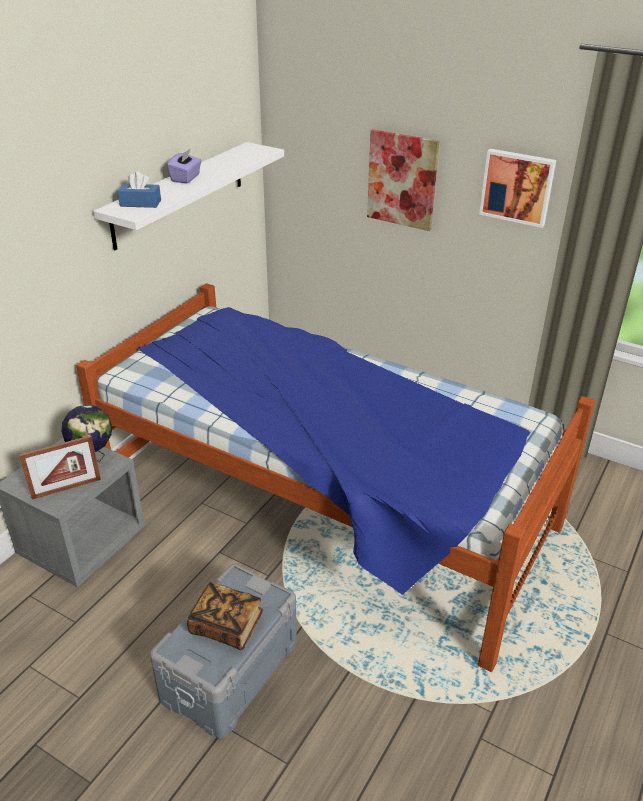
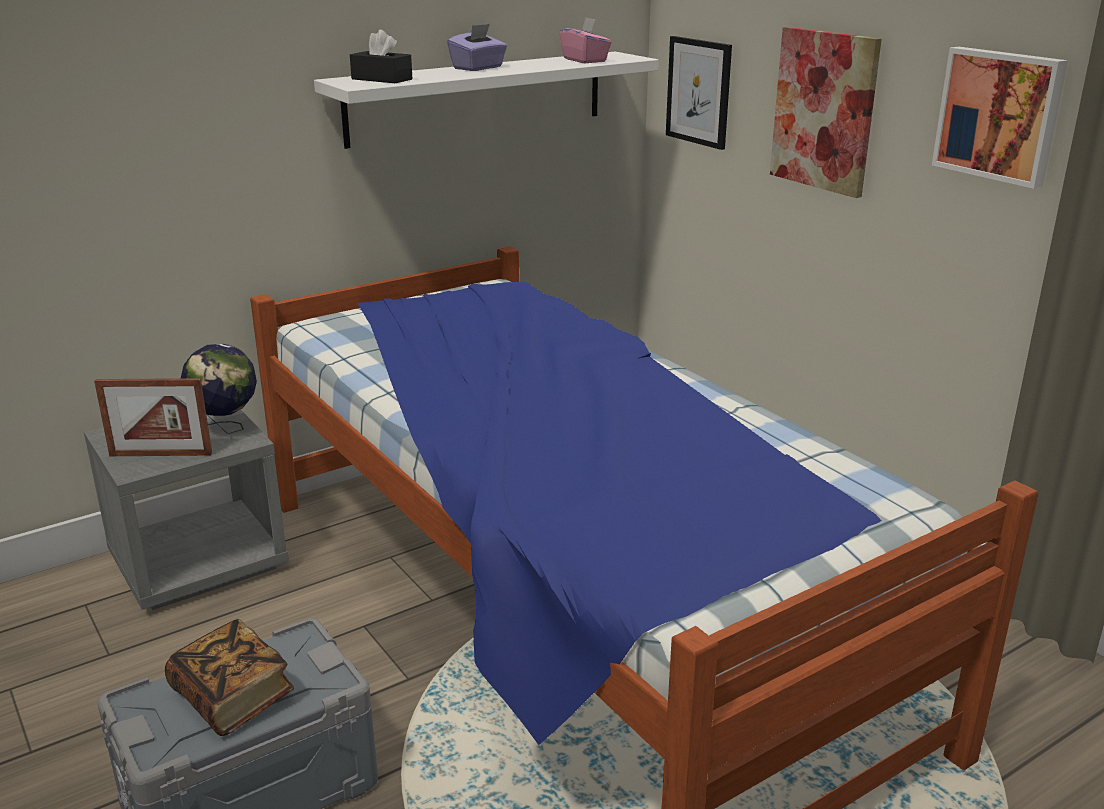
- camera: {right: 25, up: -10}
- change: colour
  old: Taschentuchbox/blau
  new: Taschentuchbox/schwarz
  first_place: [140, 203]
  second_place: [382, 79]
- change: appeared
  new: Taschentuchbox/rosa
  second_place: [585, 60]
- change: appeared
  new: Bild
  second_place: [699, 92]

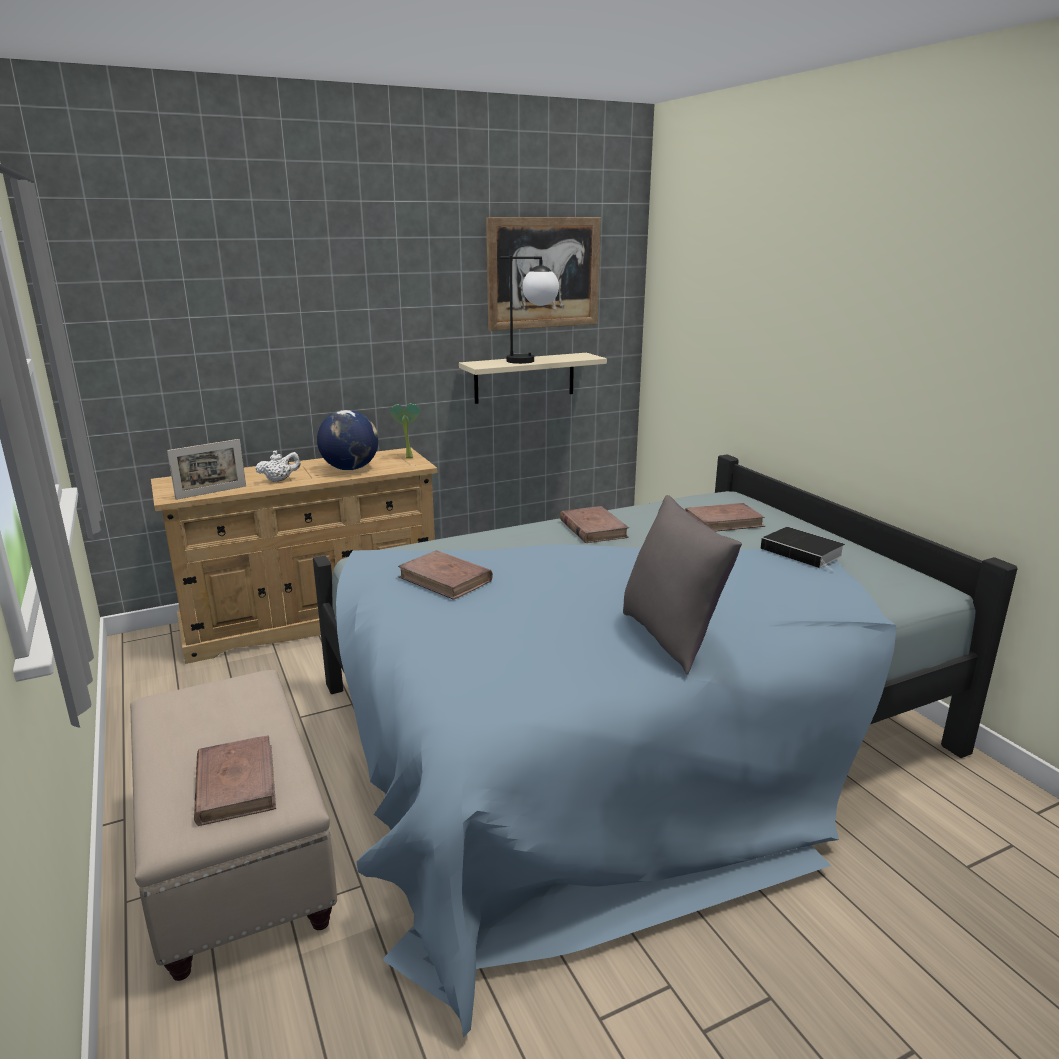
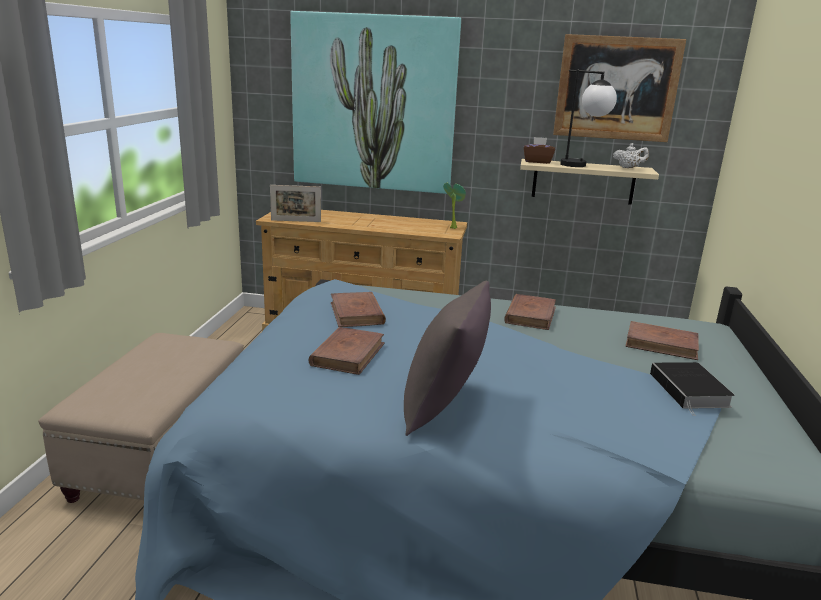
- camera: {right: 35, up: 0}
- change: appeared
  new: Bild
  second_place: [374, 104]
- change: relocated
  old: Buch/braun
  first_place: [236, 784]
  second_place: [348, 354]
- change: appeared
  new: Taschentuchbox/braun
  second_place: [537, 161]
- change: relocated
  old: Teekanne/weiß
  first_place: [279, 480]
  second_place: [628, 168]
- change: missing
  old: Globus
  first_place: [350, 469]

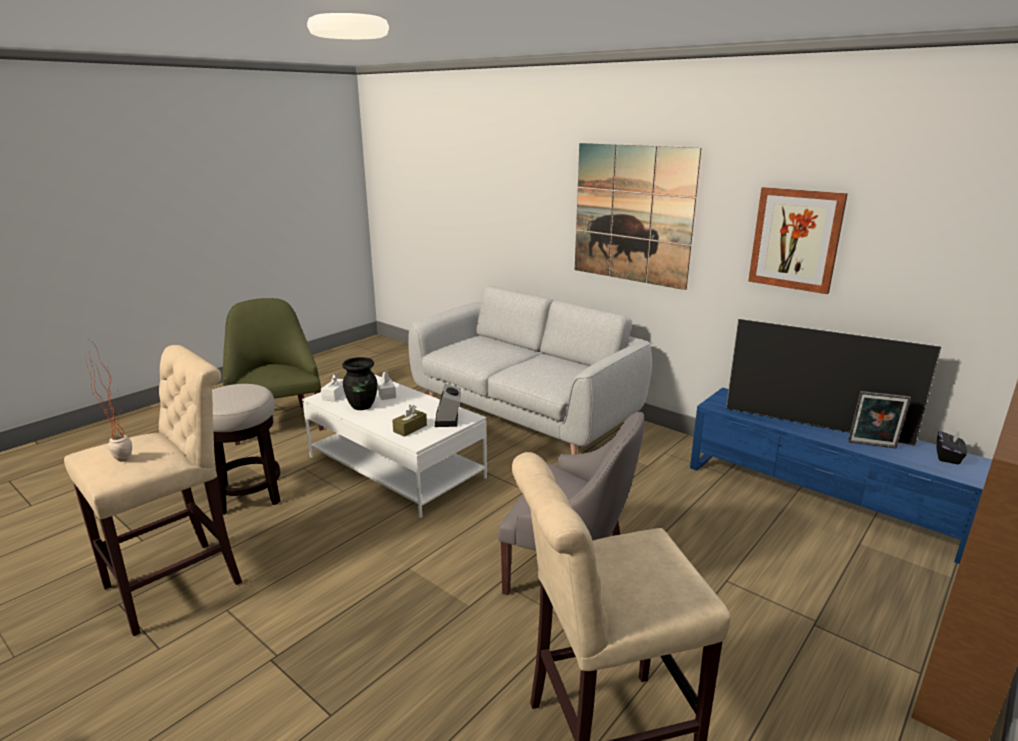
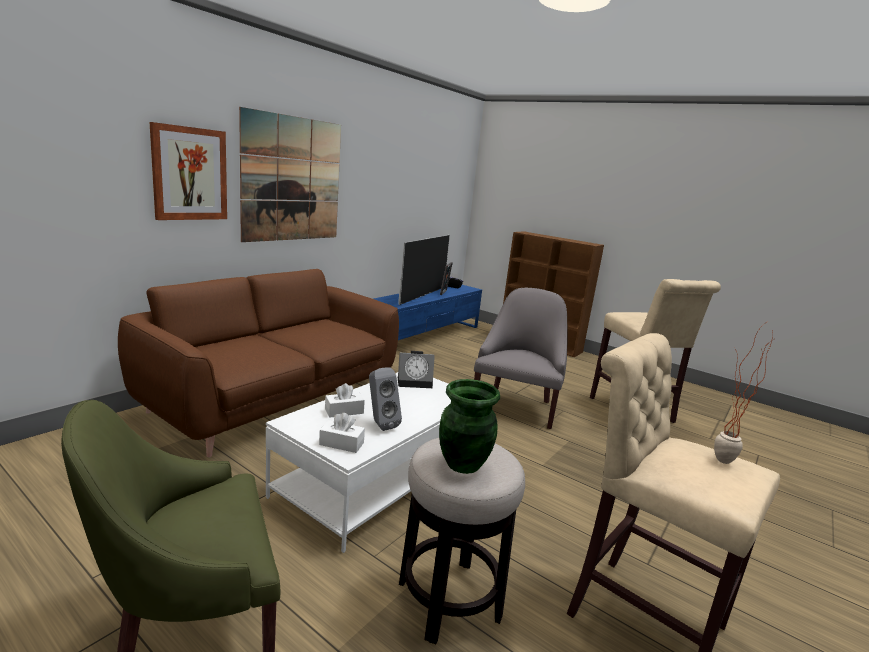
- camera: {right: -95, up: -5}
- change: colour
  old: Sofa/grau
  new: Sofa/braun
  first_place: [525, 414]
  second_place: [273, 401]
- change: relocated
  old: Bild
  first_place: [795, 239]
  second_place: [190, 174]
- change: exchanged
  old: Vase/schwarz
  new: Lautsprecher/grau
  first_place: [362, 406]
  second_place: [380, 424]
- change: appeared
  new: Vase/grün
  second_place: [462, 464]
- change: missing
  old: Taschentuchbox/braun
  first_place: [410, 428]

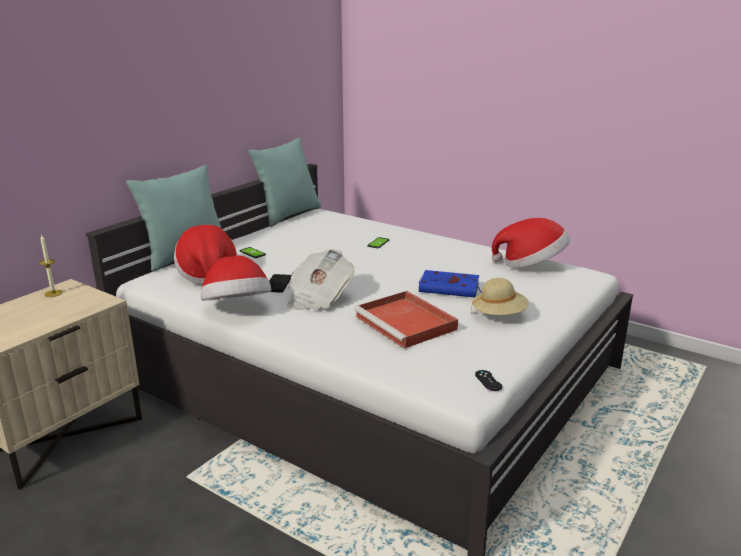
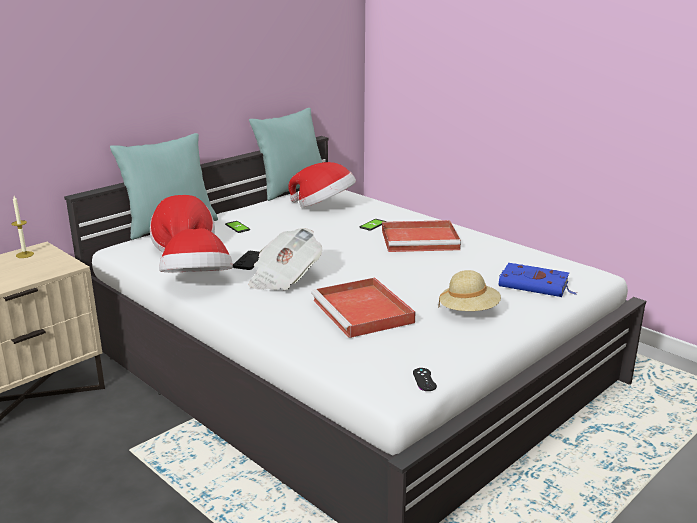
- camera: {right: 10, up: 0}
- change: relocated
  old: Hut
  first_place: [531, 265]
  second_place: [324, 206]
- change: appeared
  new: Tablett/rot
  second_place: [421, 239]
- change: relocated
  old: Buch/blau
  first_place: [451, 288]
  second_place: [535, 285]

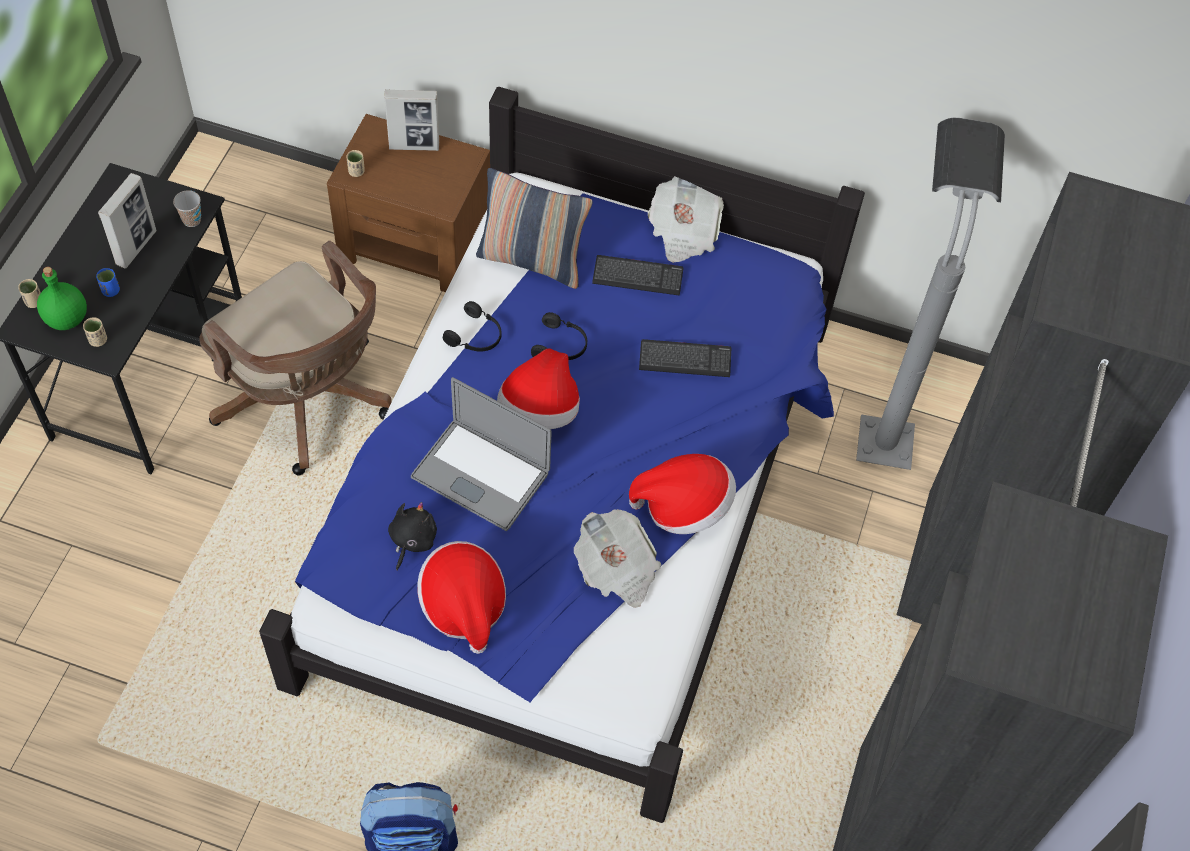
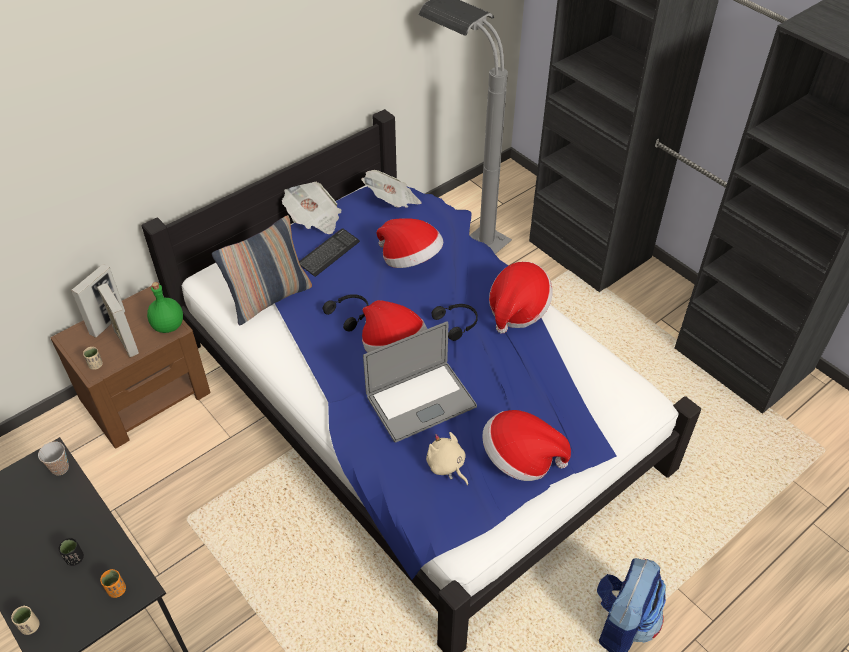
- camera: {right: -55, up: -10}
- change: colour
  old: Tasse/blau
  new: Tasse/schwarz
  first_place: [111, 291]
  second_place: [75, 558]
- change: relocated
  old: Bilderrahmen
  first_place: [136, 247]
  second_place: [126, 342]
- change: colour
  old: Tasse/beige
  new: Tasse/orange
  first_place: [98, 340]
  second_place: [117, 590]
- change: relocated
  old: Flasche/grün
  first_place: [66, 318]
  second_place: [168, 326]
- change: relocated
  old: Zeitung
  first_place: [616, 570]
  second_place: [392, 201]
- change: exchanged
  old: Tastatur
  new: Hut
  first_place: [685, 360]
  second_place: [410, 259]
- change: colour
  old: Plüschtier/schwarz
  new: Plüschtier/beige
  first_place: [412, 540]
  second_place: [446, 466]
- change: relocated
  old: Kopfhörer/schwarz
  first_place: [476, 336]
  second_place: [457, 323]
- change: missing
  old: Bürostuhl/braun
  first_place: [308, 403]

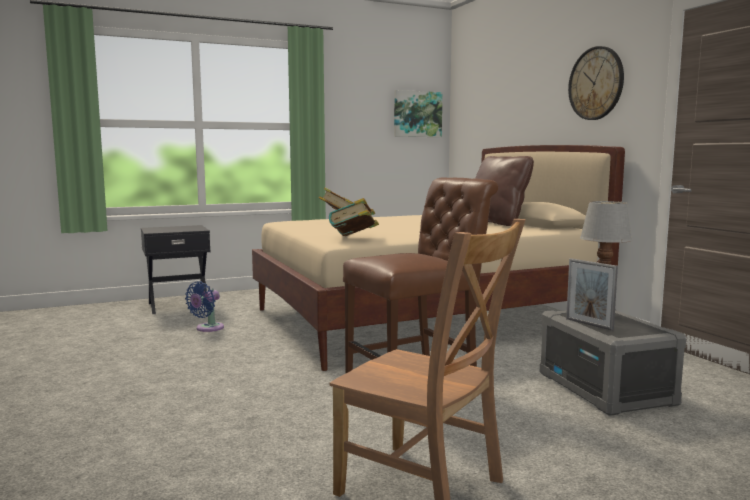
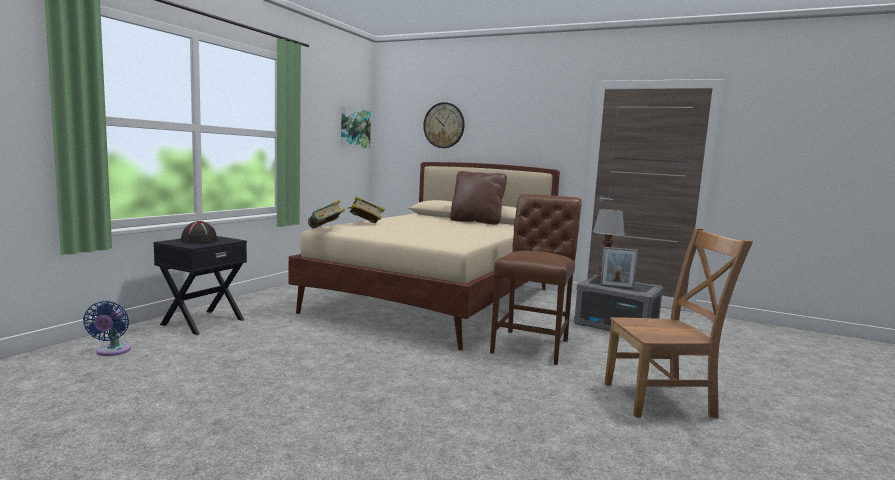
- camera: {right: -40, up: 0}
- change: relocated
  old: Ventilator/blau
  first_place: [207, 328]
  second_place: [112, 351]
- change: appeared
  new: Hut/schwarz
  second_place: [199, 240]
- change: relocated
  old: Buch
  first_place: [354, 238]
  second_place: [325, 229]
- change: relocated
  old: Wanduhr
  first_place: [596, 83]
  second_place: [444, 125]

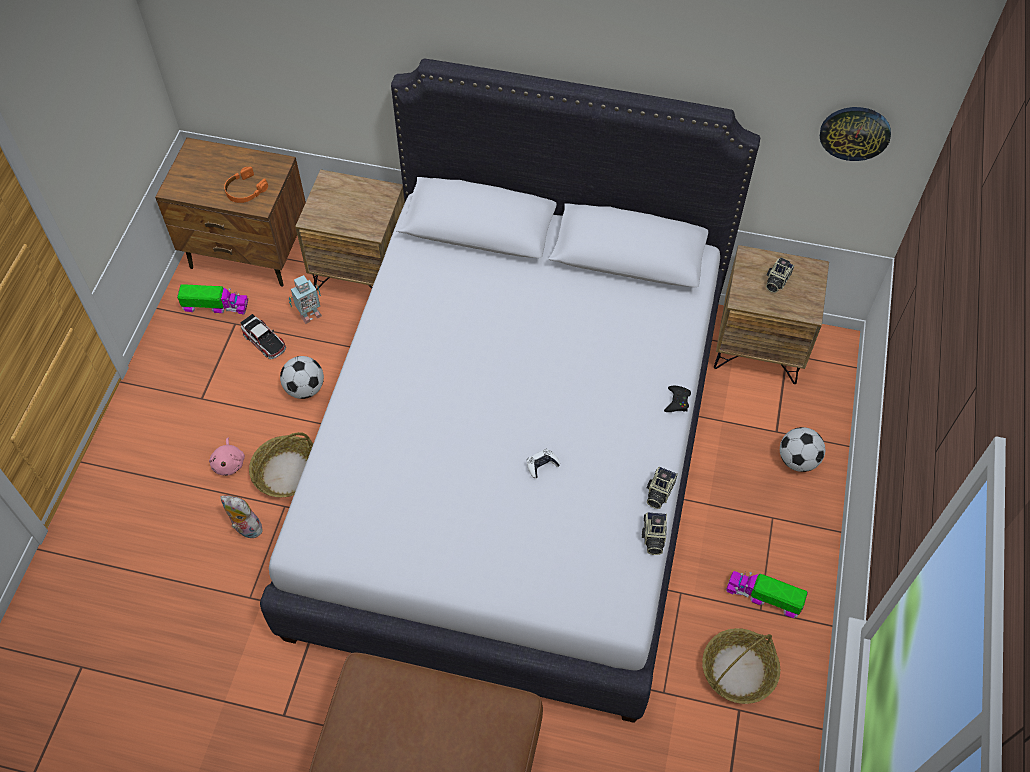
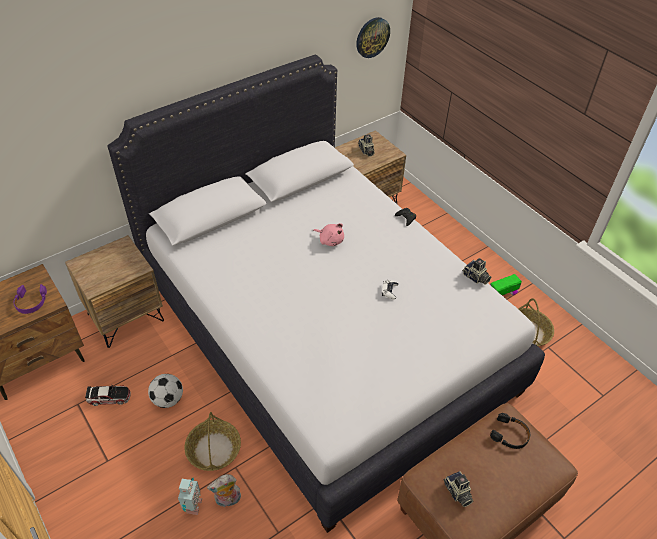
- camera: {right: -50, up: -10}
- change: colour
  old: Kopfhörer/orange
  new: Kopfhörer/lila
  first_place: [245, 190]
  second_place: [31, 302]
- change: relocated
  old: Spielzeugroboter
  first_place: [309, 315]
  second_place: [192, 506]
- change: relocated
  old: Plüschtier/rosa
  first_place: [229, 463]
  second_place: [330, 240]
- change: relocated
  old: Kamera
  first_place: [658, 492]
  second_place: [457, 493]
- change: appeared
  new: Kopfhörer/schwarz
  second_place: [510, 435]
- change: missing
  old: Spielzeuglaster
  first_place: [215, 306]
- change: missing
  old: Fußball
  first_place: [797, 460]

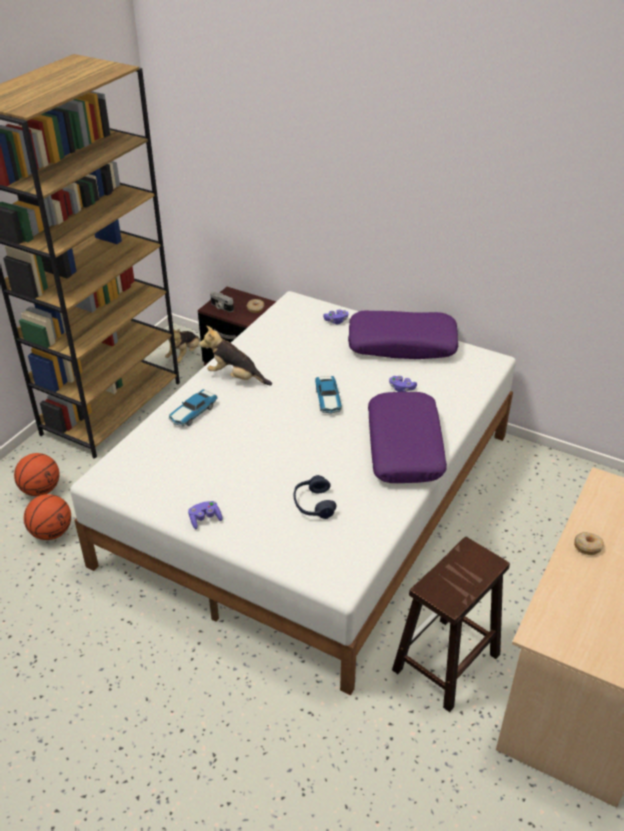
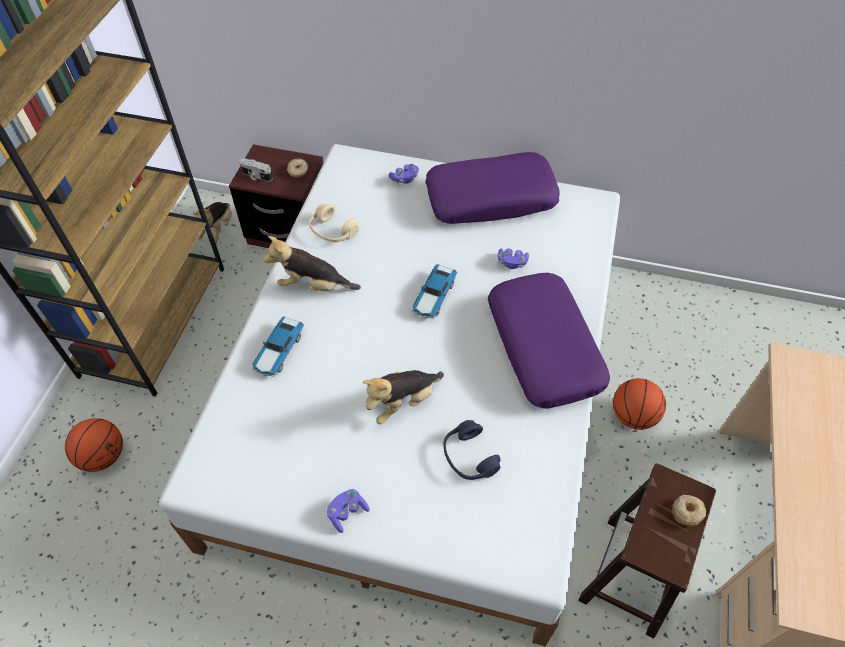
- camera: {right: -15, up: 15}
- change: appeared
  new: Kopfhörer/beige
  second_place: [332, 231]
- change: appeared
  new: Plüschtier
  second_place: [403, 402]
- change: spun
  old: Spielzeugauto
  first_place: [328, 400]
  second_place: [434, 297]
  degrees: 45
- change: relocated
  old: Basketball
  first_place: [51, 532]
  second_place: [632, 416]
- change: relocated
  old: Donut
  first_place: [587, 546]
  second_place: [687, 512]

